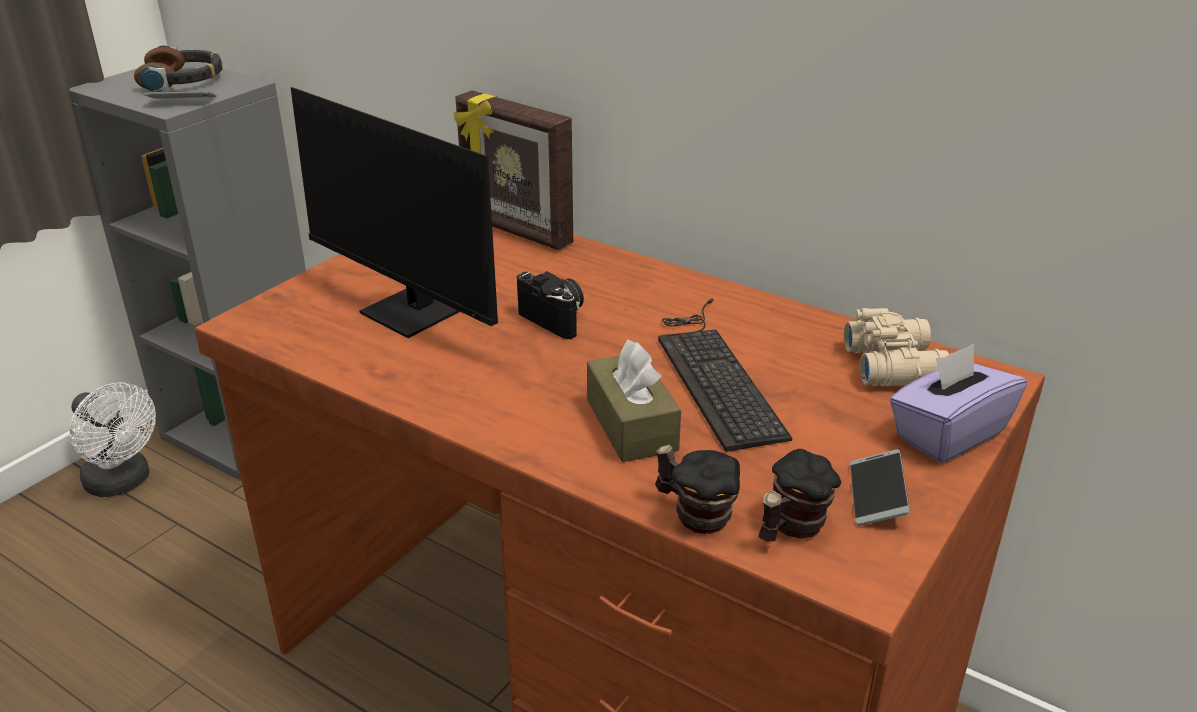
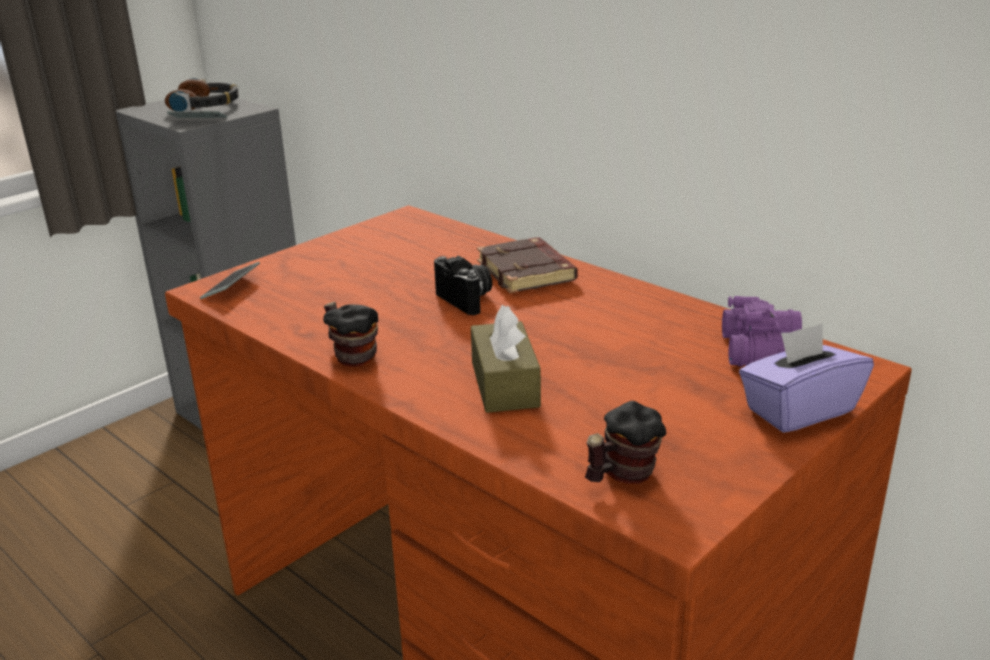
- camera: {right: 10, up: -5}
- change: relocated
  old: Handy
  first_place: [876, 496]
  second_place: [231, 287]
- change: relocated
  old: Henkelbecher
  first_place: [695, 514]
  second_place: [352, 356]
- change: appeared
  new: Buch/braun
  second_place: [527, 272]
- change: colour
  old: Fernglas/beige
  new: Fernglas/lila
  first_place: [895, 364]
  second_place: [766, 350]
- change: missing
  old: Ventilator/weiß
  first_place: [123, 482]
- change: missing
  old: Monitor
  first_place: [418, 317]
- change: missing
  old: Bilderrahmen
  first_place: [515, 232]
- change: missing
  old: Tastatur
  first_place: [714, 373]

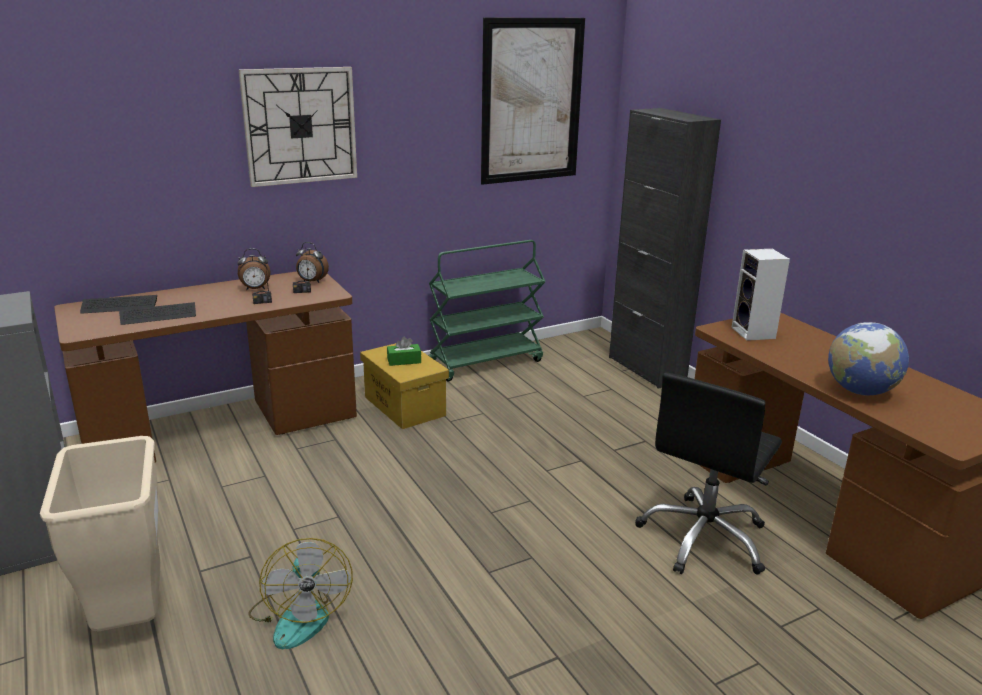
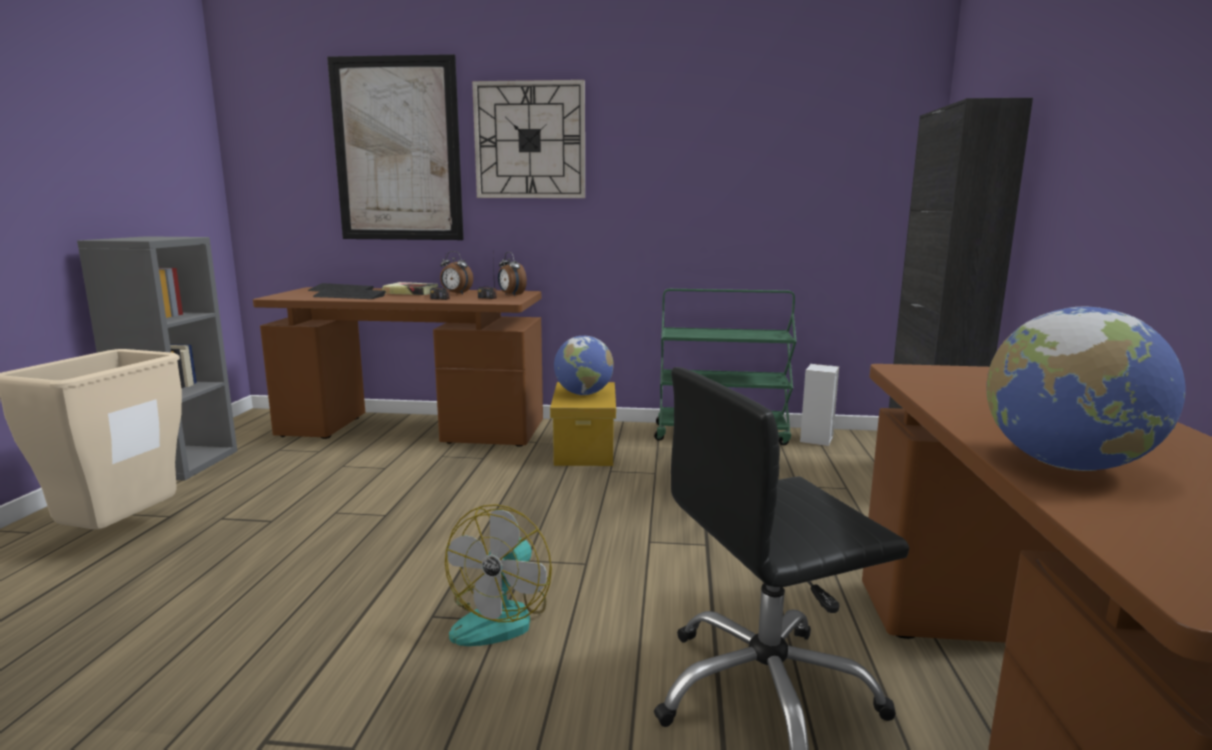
- camera: {right: 35, up: -10}
- change: relocated
  old: Bild
  first_place: [532, 101]
  second_place: [397, 150]
- change: appeared
  new: Buch
  second_place: [411, 293]
- change: relocated
  old: Ventilator
  first_place: [300, 615]
  second_place: [501, 617]
- change: exchanged
  old: Taschentuchbox/grün
  new: Globus
  first_place: [404, 361]
  second_place: [583, 394]
- change: relocated
  old: Lautsprecher
  first_place: [755, 333]
  second_place: [817, 440]

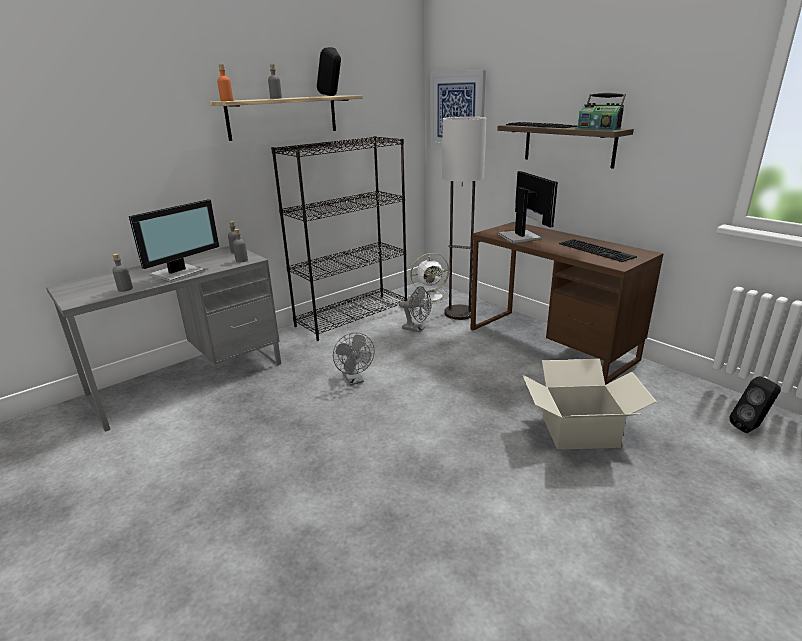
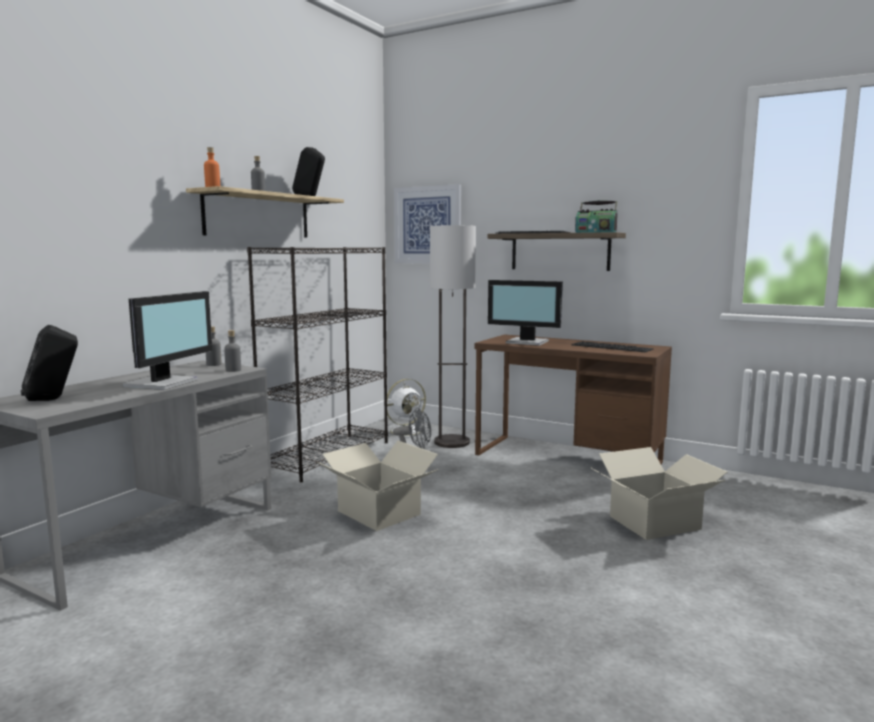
- camera: {right: -20, up: -15}
- change: relocated
  old: Lautsprecher/schwarz
  first_place: [750, 427]
  second_place: [53, 399]
- change: exchanged
  old: Ventilator/grau
  new: Karton
  first_place: [354, 380]
  second_place: [379, 512]
- change: spun
  old: Monitor
  first_place: [521, 236]
  second_place: [527, 342]
  degrees: 150
- change: missing
  old: Flasche/grau
  first_place: [125, 289]

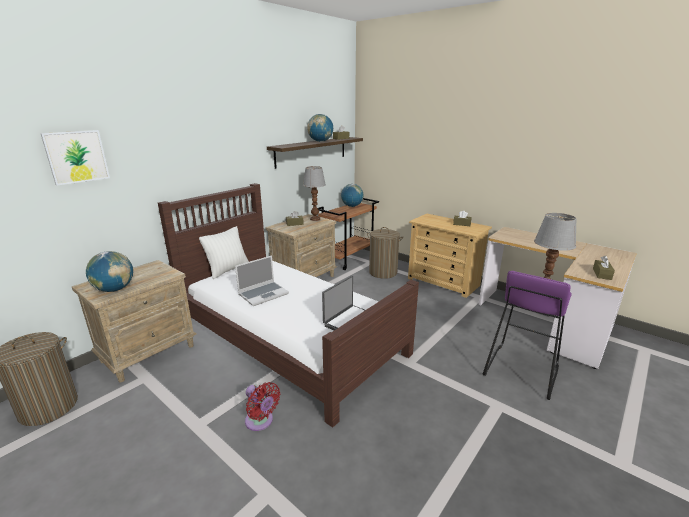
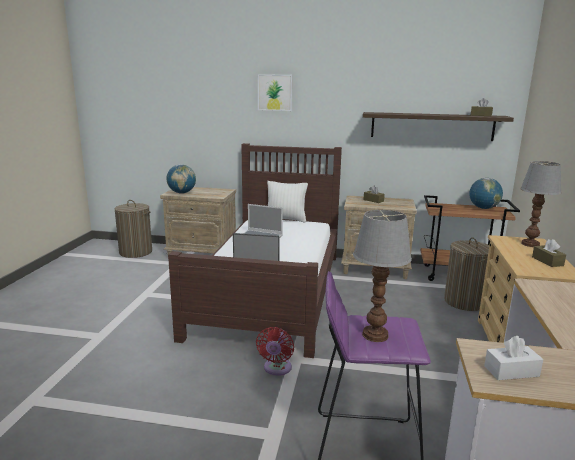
- camera: {right: 60, up: -5}
- change: relocated
  old: Ventilator/rot
  first_place: [260, 422]
  second_place: [276, 369]
- change: relocated
  old: Bild
  first_place: [76, 157]
  second_place: [275, 92]
- change: colour
  old: Taschentuchbox/braun
  new: Taschentuchbox/weiß
  first_place: [602, 274]
  second_place: [511, 371]
- change: relocated
  old: Tischlampe
  first_place: [315, 219]
  second_place: [531, 244]
- change: missing
  old: Globus
  first_place: [320, 141]

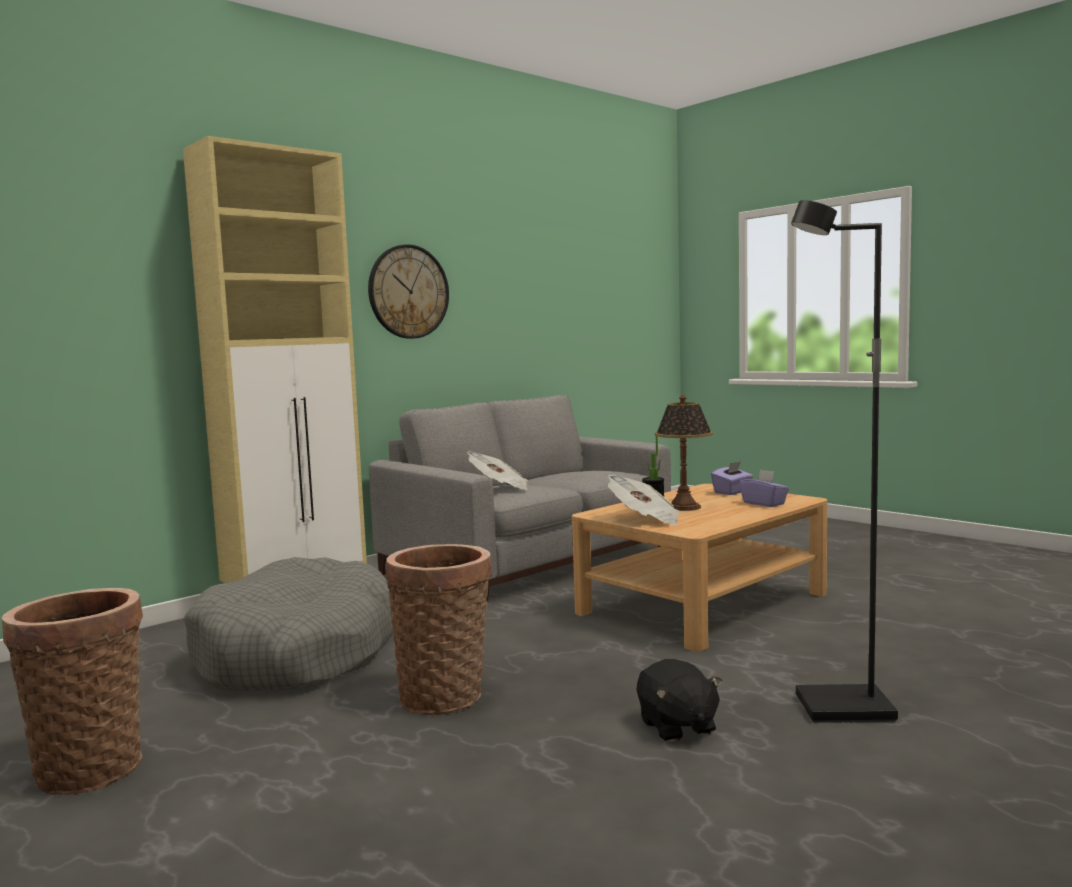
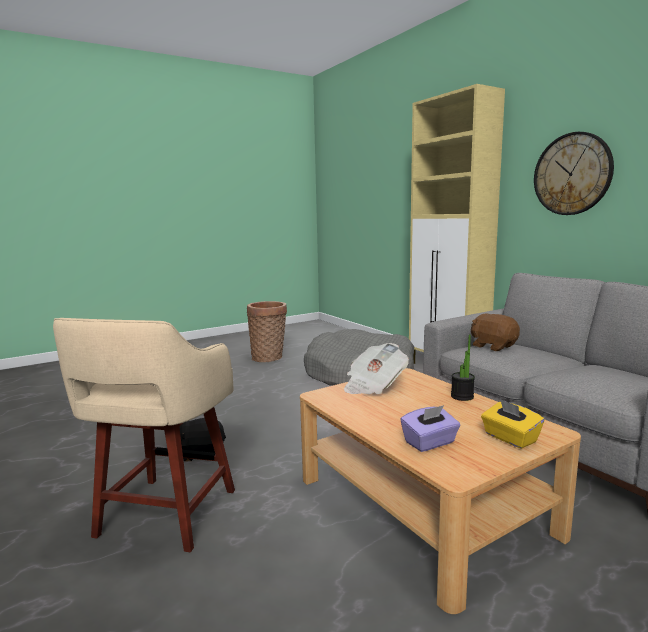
- camera: {right: 100, up: 5}
- change: exchanged
  old: Stehlampe/schwarz
  new: Hocker/beige
  first_place: [844, 709]
  second_place: [165, 515]
- change: exchanged
  old: Zeitung
  new: Plüschtier/braun
  first_place: [500, 487]
  second_place: [493, 346]
- change: colour
  old: Taschentuchbox/lila
  new: Taschentuchbox/gelb
  first_place: [732, 492]
  second_place: [510, 438]
- change: missing
  old: Korb
  first_place: [445, 695]
- change: missing
  old: Tischlampe
  first_place: [684, 507]

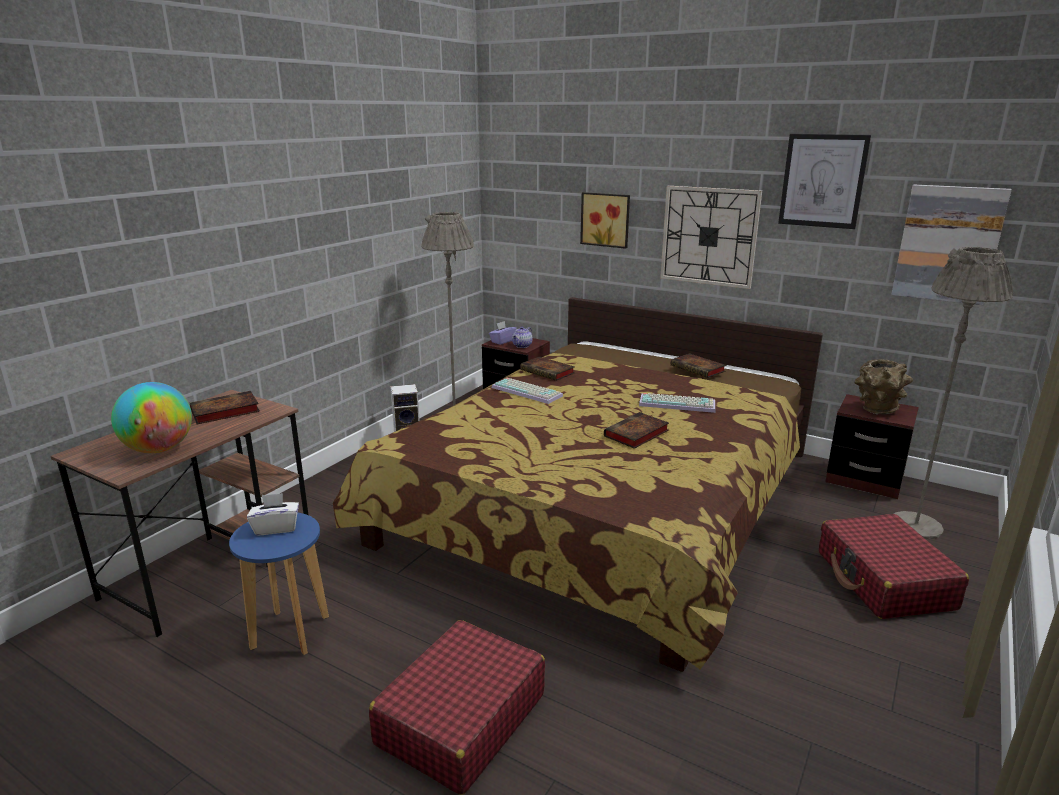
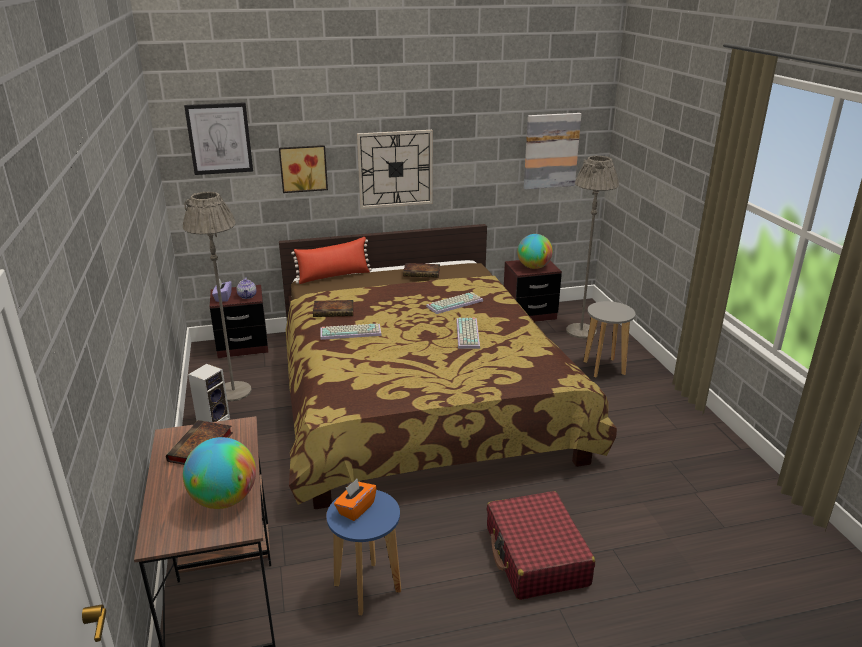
- camera: {right: -45, up: 5}
- change: relocated
  old: Bild
  first_place: [822, 181]
  second_place: [219, 138]
- change: appeared
  new: Kissen/rot
  second_place: [334, 276]
- change: colour
  old: Taschentuchbox/weiß
  new: Taschentuchbox/orange
  first_place: [276, 528]
  second_place: [356, 508]
- change: exchanged
  old: Buch
  new: Tastatur
  first_place: [636, 434]
  second_place: [469, 334]
- change: exchanged
  old: Vase/braun
  new: Globus
  first_place: [877, 411]
  second_place: [533, 267]
- change: exchanged
  old: Koffer/rot
  new: Hocker/grau
  first_place: [884, 580]
  second_place: [604, 368]

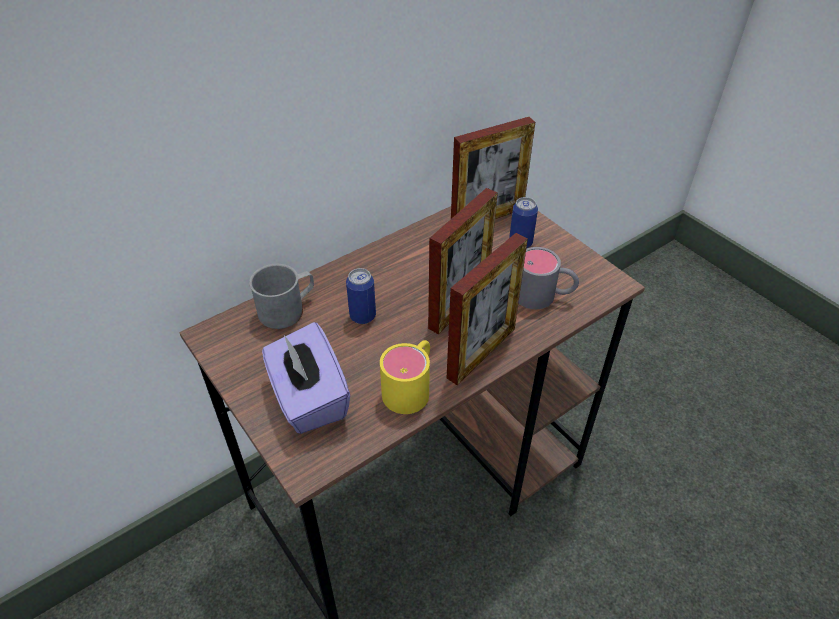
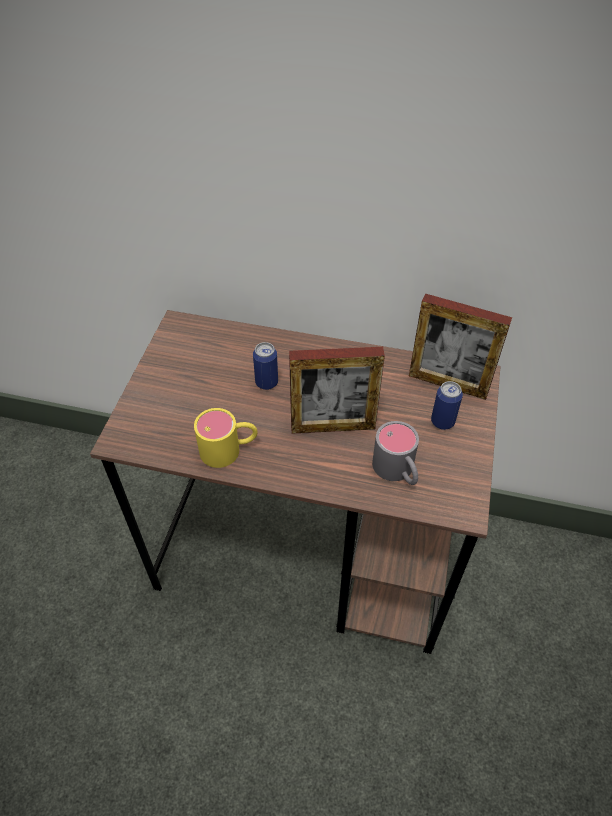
- camera: {right: 50, up: 5}
- change: missing
  old: Henkelbecher/grau
  first_place: [287, 309]
- change: missing
  old: Taschentuchbox/lila
  first_place: [308, 398]
- change: missing
  old: Bilderrahmen
  first_place: [481, 353]

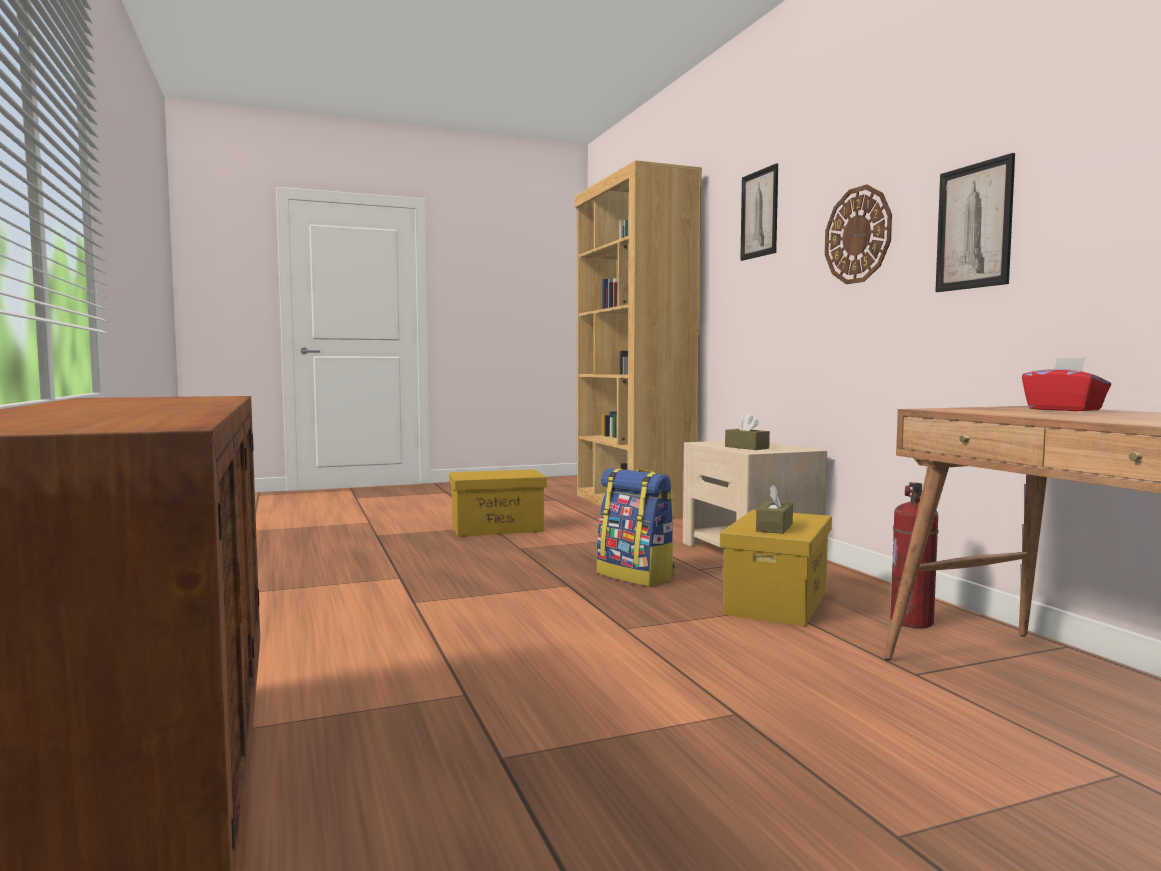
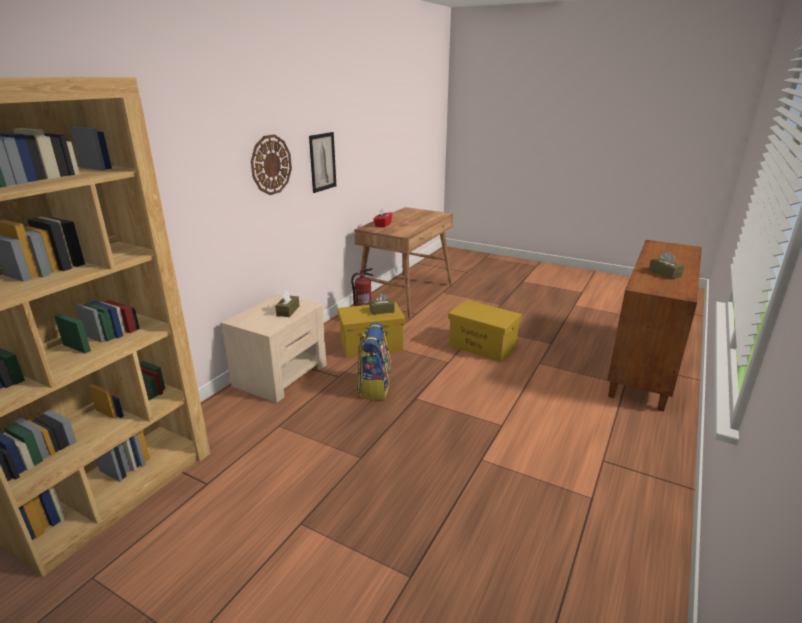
- camera: {right: -130, up: 20}
- change: relocated
  old: Aufbewahrungsbox/gelb
  first_place: [498, 528]
  second_place: [481, 346]
- change: appeared
  new: Taschentuchbox/braun
  second_place: [664, 273]
- change: missing
  old: Bild
  first_place: [759, 214]

